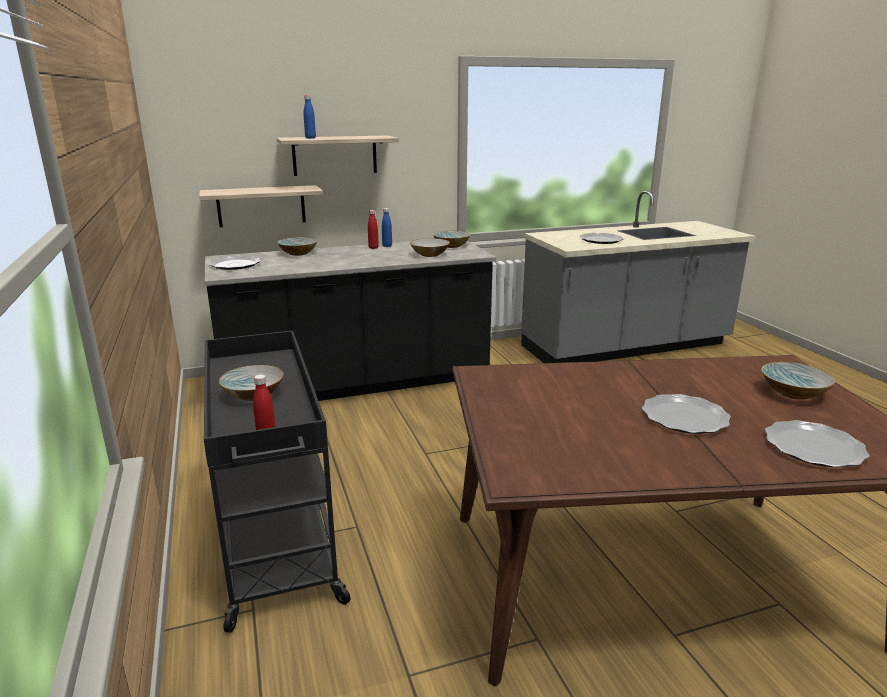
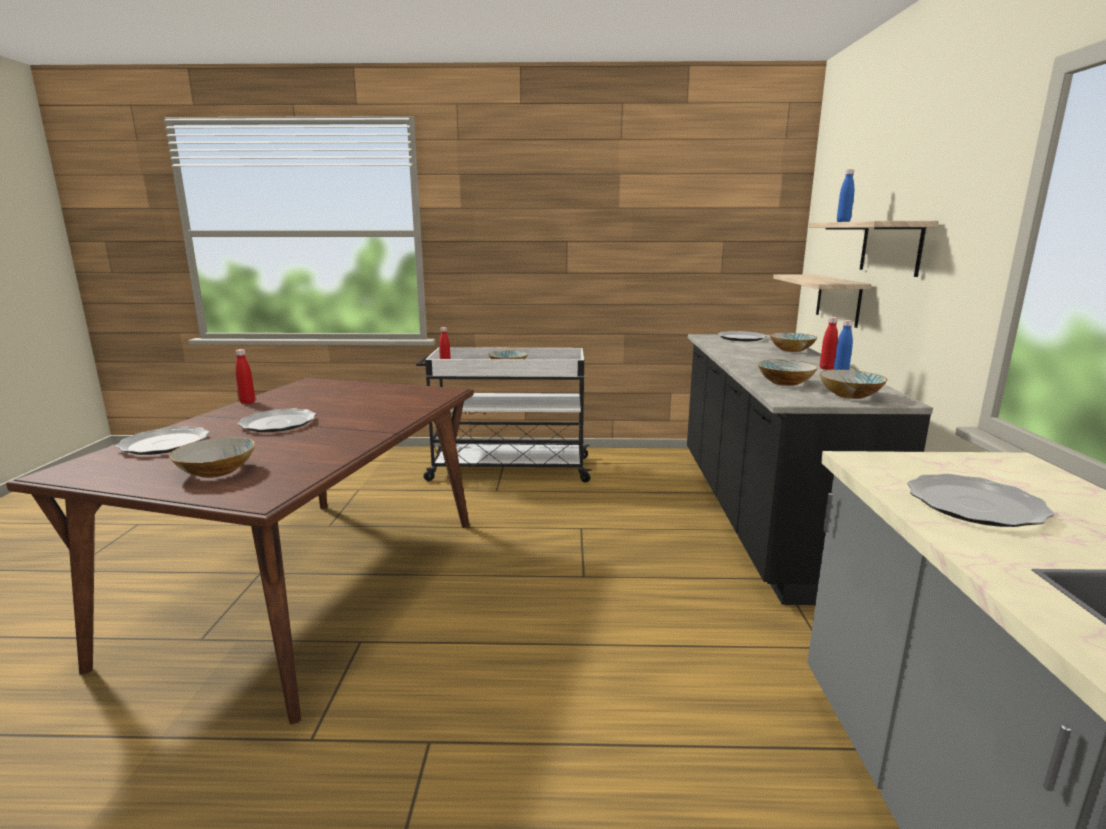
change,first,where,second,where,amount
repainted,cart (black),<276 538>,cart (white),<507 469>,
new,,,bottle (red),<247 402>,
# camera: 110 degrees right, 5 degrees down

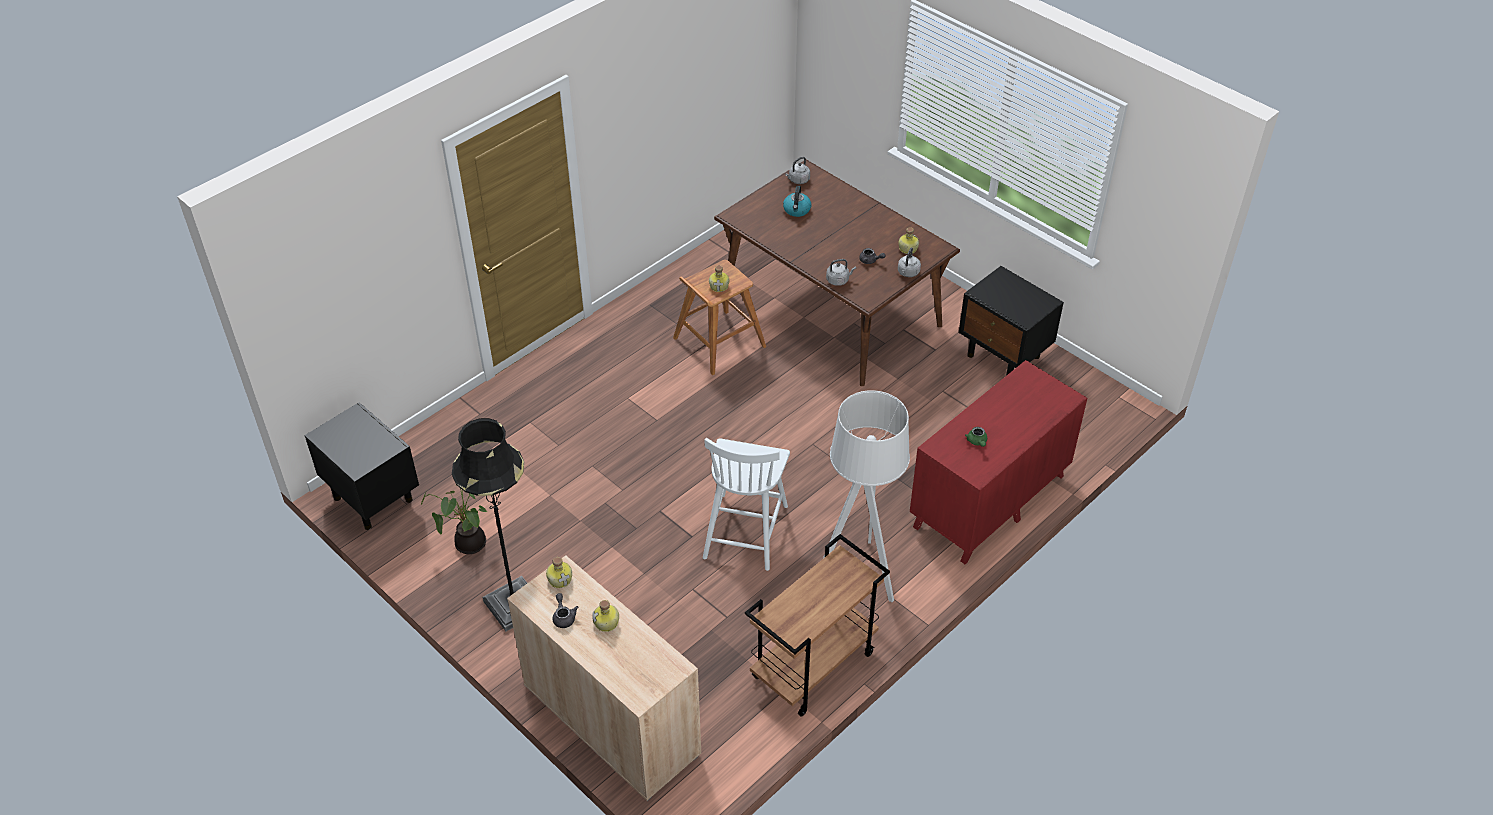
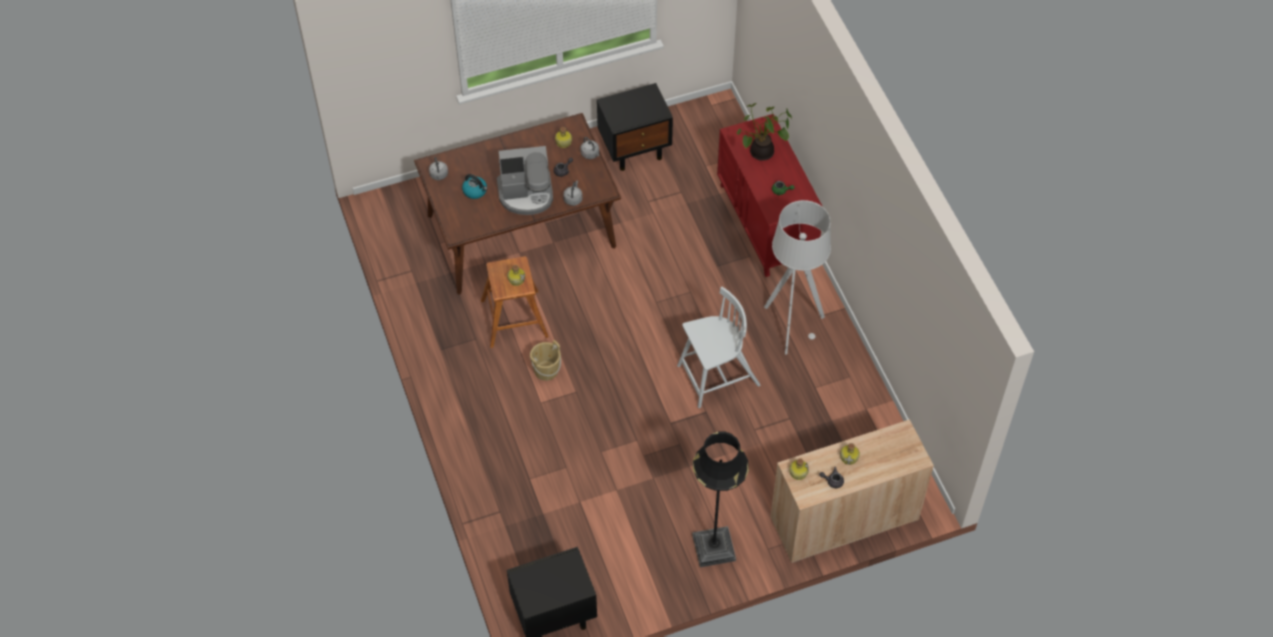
change,first,where,second,where,amount
rotated,chair (white),<745 530>,,<717 376>,60 degrees counterclockwise
shifted,potted plant,<467 544>,,<761 154>,
gone,cart (brown),<813 667>,,,
new,,,coffee machine,<526 194>,
new,,,bucket (beige),<546 370>,
# camera: 65 degrees left, 10 degrees up

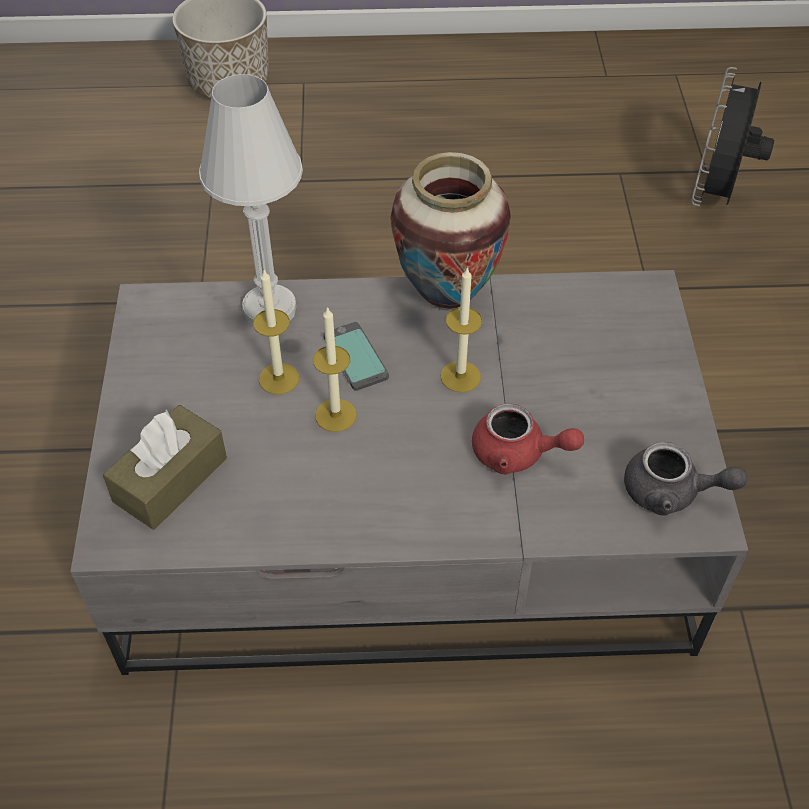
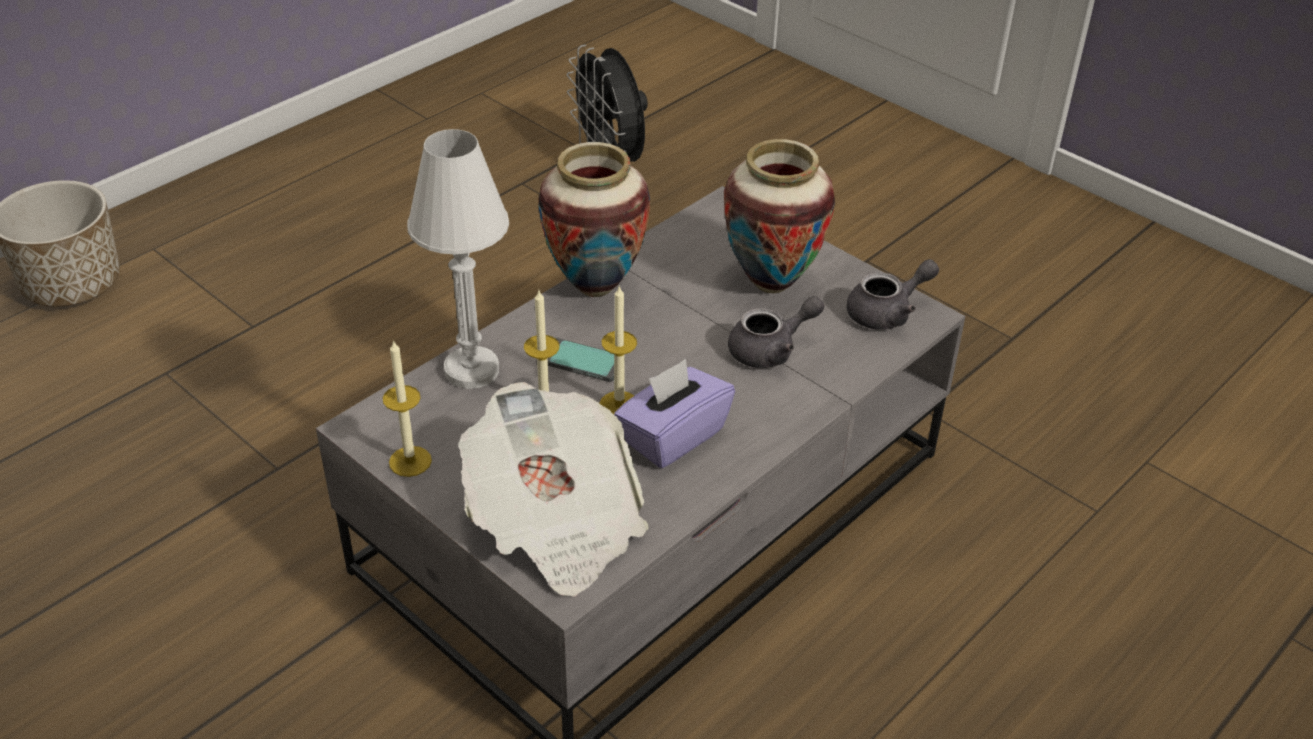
change,first,where,second,where,amount
shifted,candle,<460 376>,,<410 461>,
repainted,teapot (red),<518 454>,teapot (grey),<771 350>,
swapped,tissue box (brown),<170 480>,newspaper,<556 522>,
new,,,vase,<770 283>,
new,,,tissue box (purple),<672 436>,
# camera: 45 degrees left, 10 degrees down

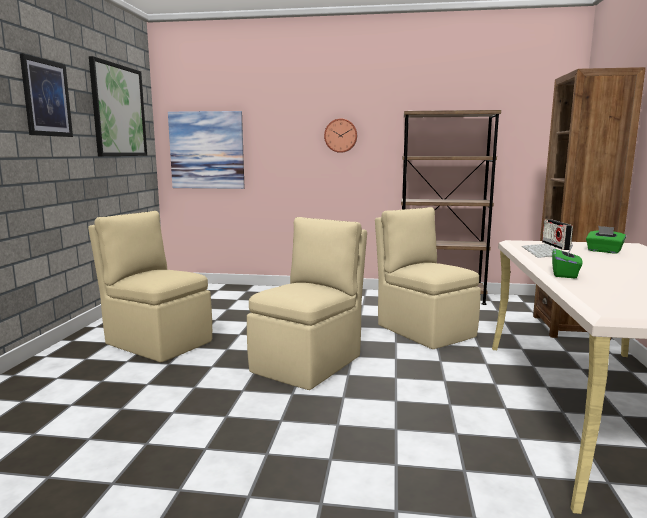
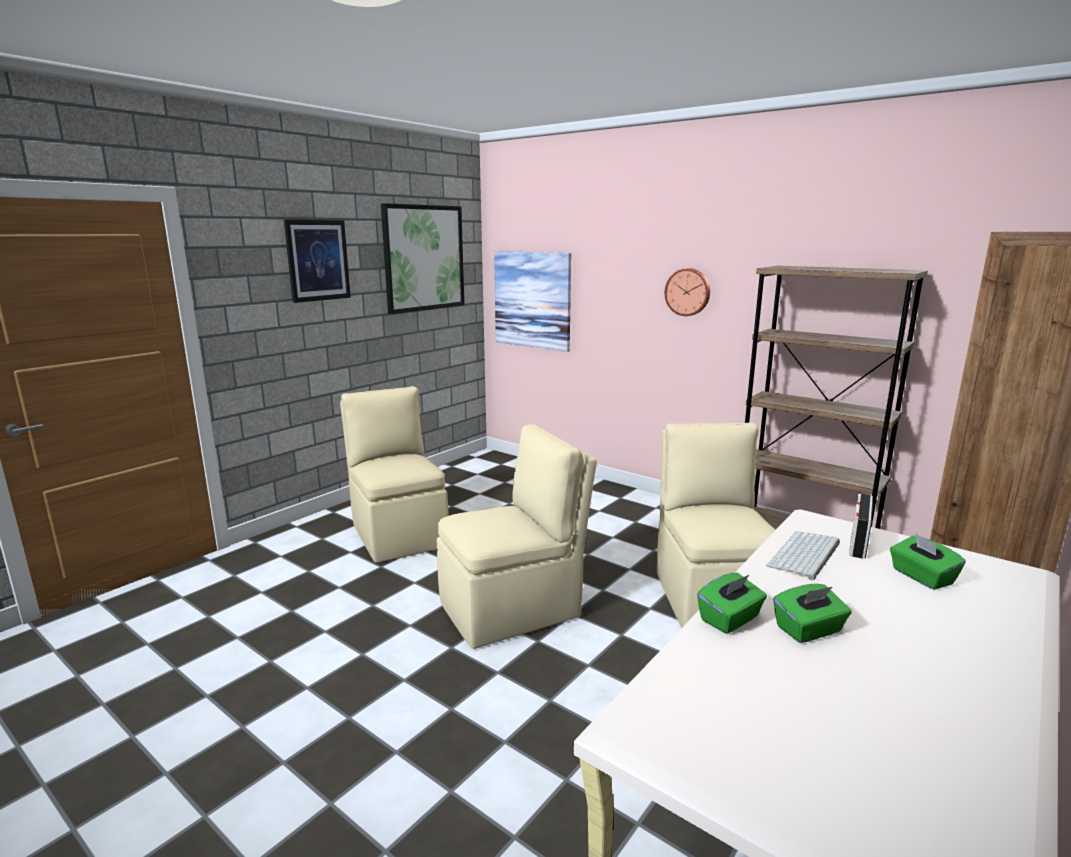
change,first,where,second,where,amount
new,,,tissue box (green),<809 630>,
# camera: 30 degrees right, 5 degrees up

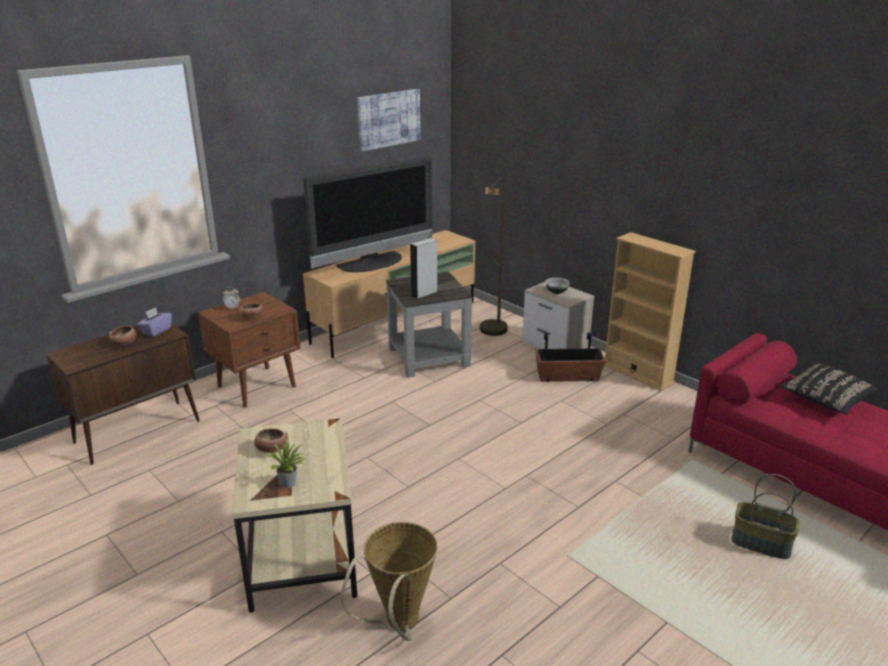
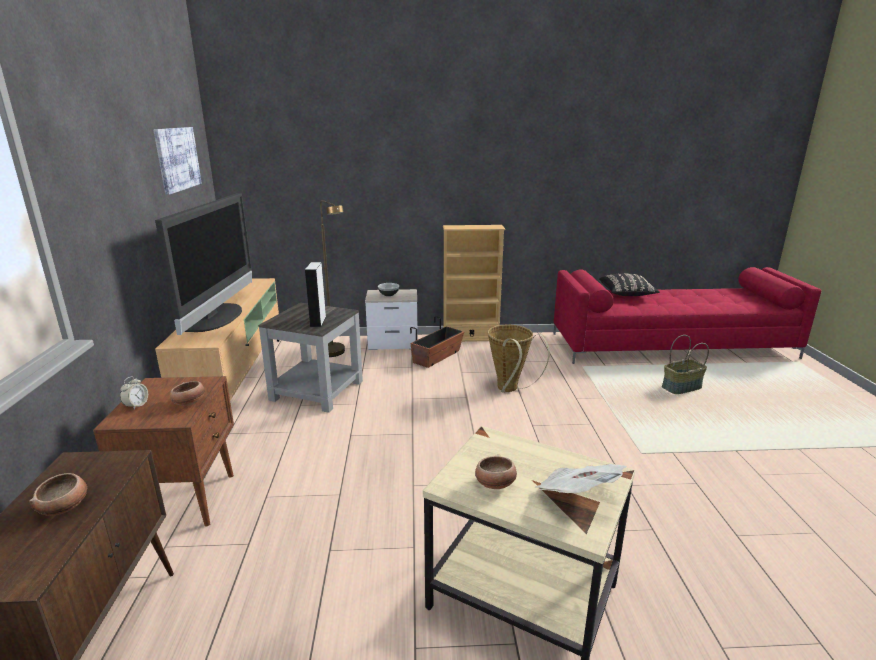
change,first,where,second,where,amount
gone,tissue box (purple),<156 331>,,,
swapped,potted plant,<290 484>,newspaper,<576 495>,
shifted,basket,<398 625>,,<510 390>,
# camera: 50 degrees left, 5 degrees down

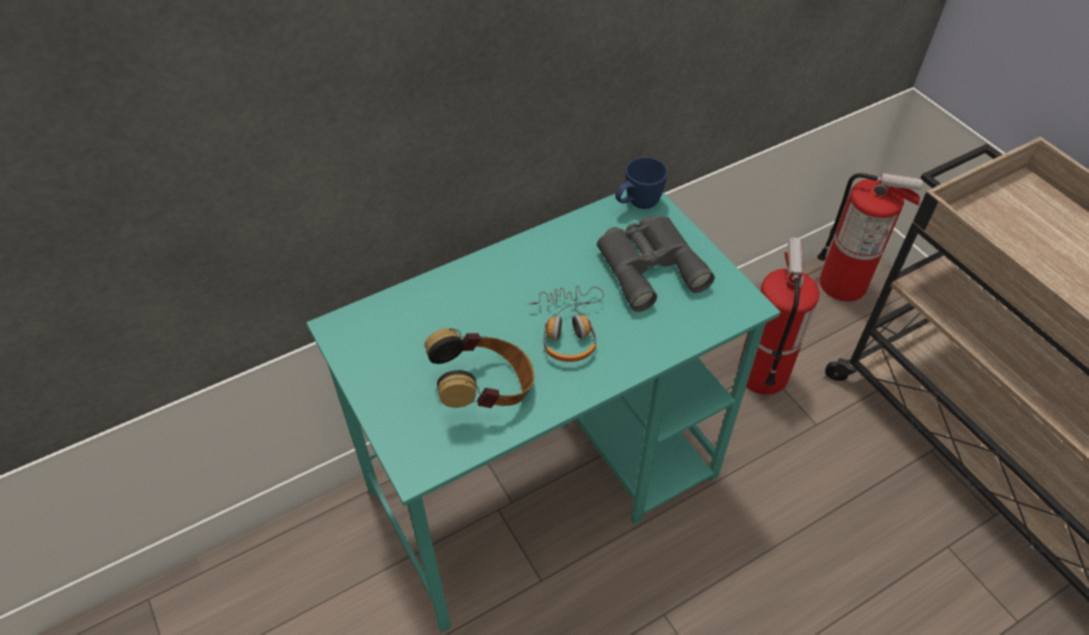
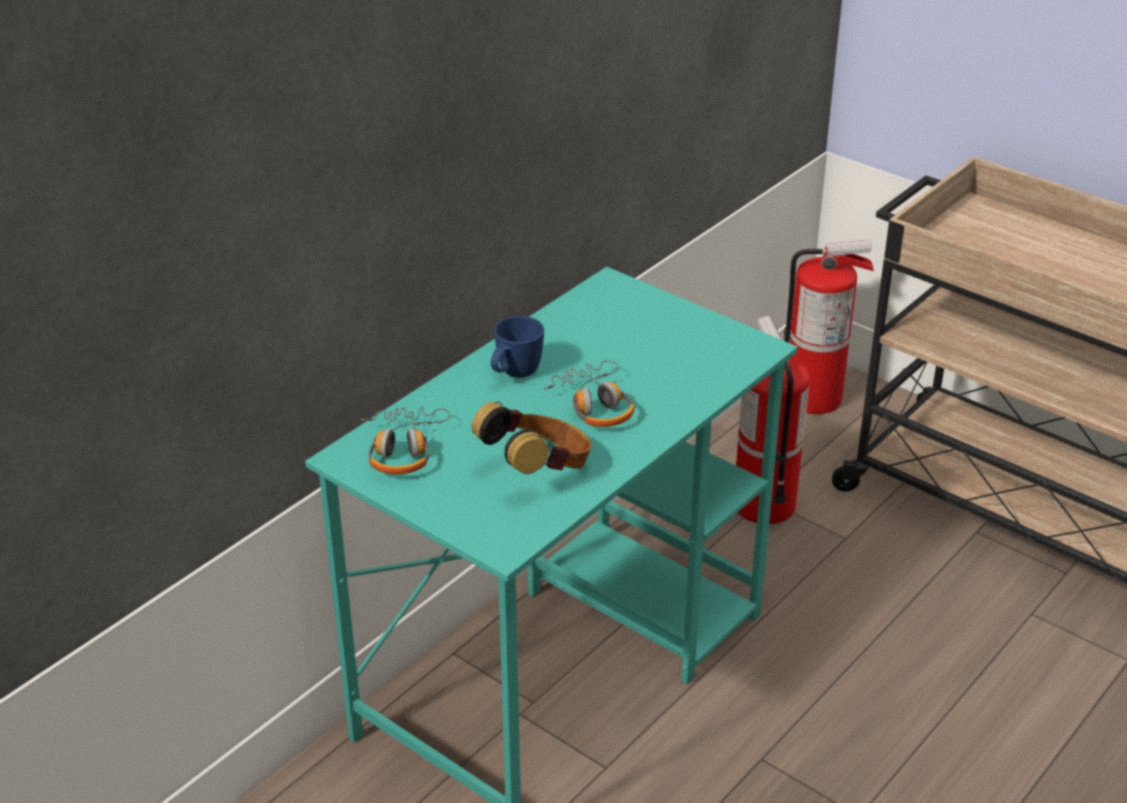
change,first,where,second,where,amount
shifted,mug (blue),<637 205>,,<514 375>,
gone,binoculars (grey),<649 265>,,,
new,,,headphones,<403 449>,
# camera: 20 degrees left, 15 degrees down

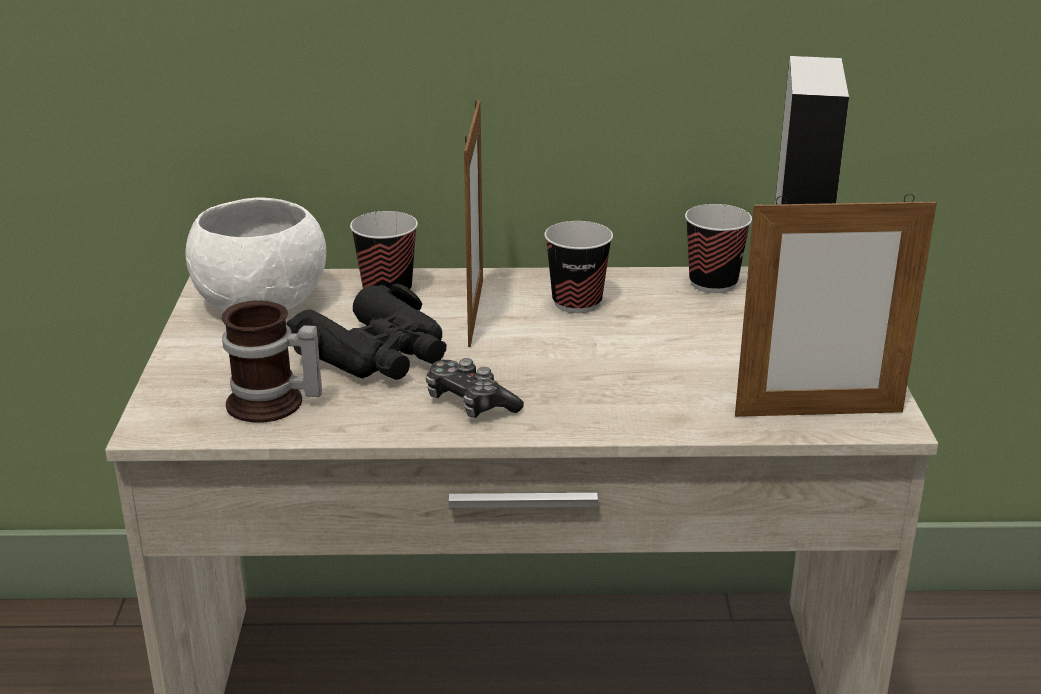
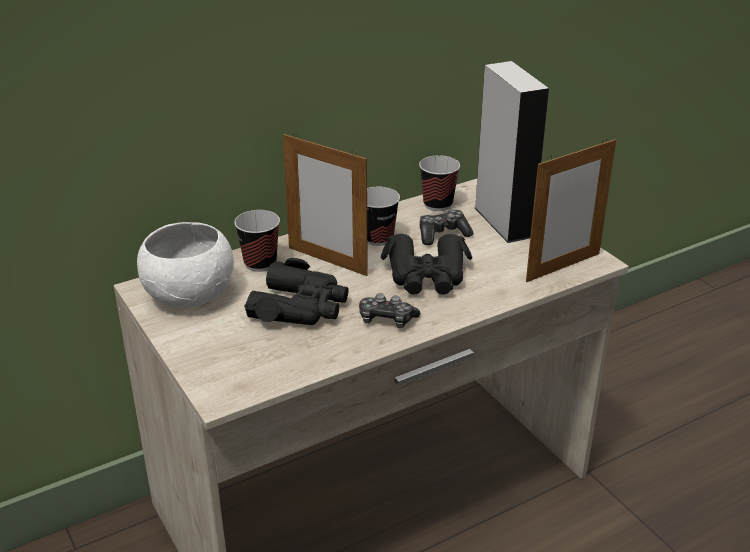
change,first,where,second,where,amount
rotated,picture frame,<475 312>,,<327 261>,150 degrees clockwise
gone,mug,<271 405>,,,
new,,,game controller,<442 234>,
new,,,binoculars (black),<426 275>,
# camera: 30 degrees left, 5 degrees up

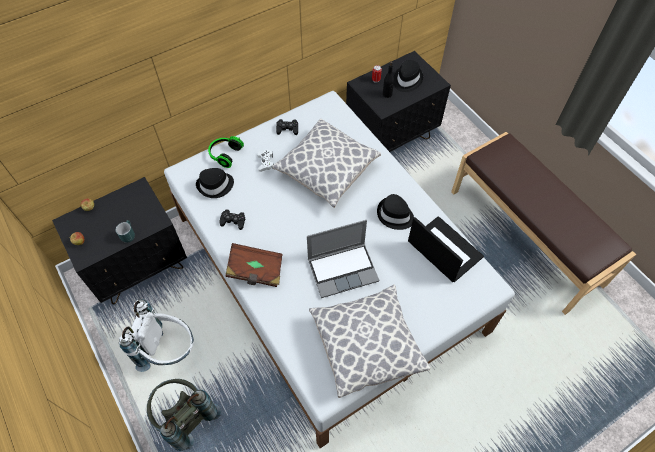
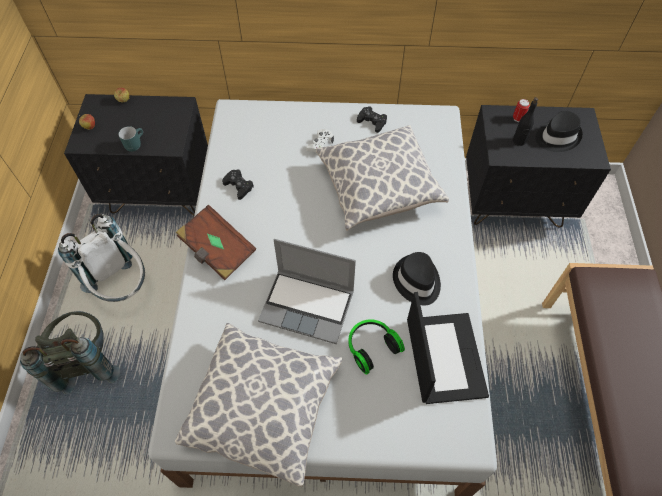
change,first,where,second,where,amount
shifted,headphones,<224 154>,,<371 347>,
gone,hat (black),<215 186>,,,
# camera: 35 degrees right, 0 degrees up

